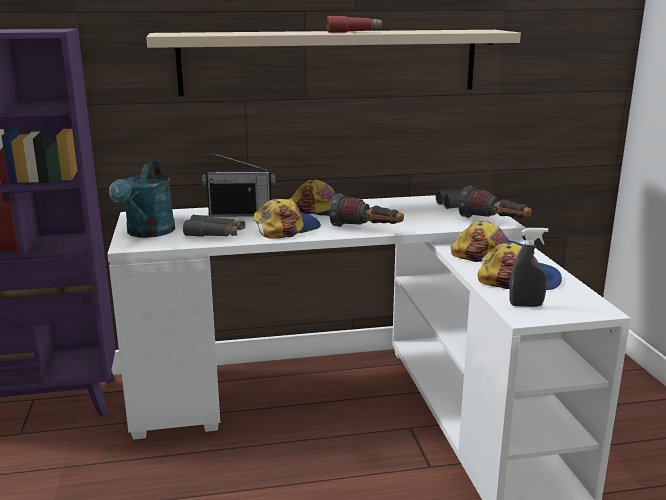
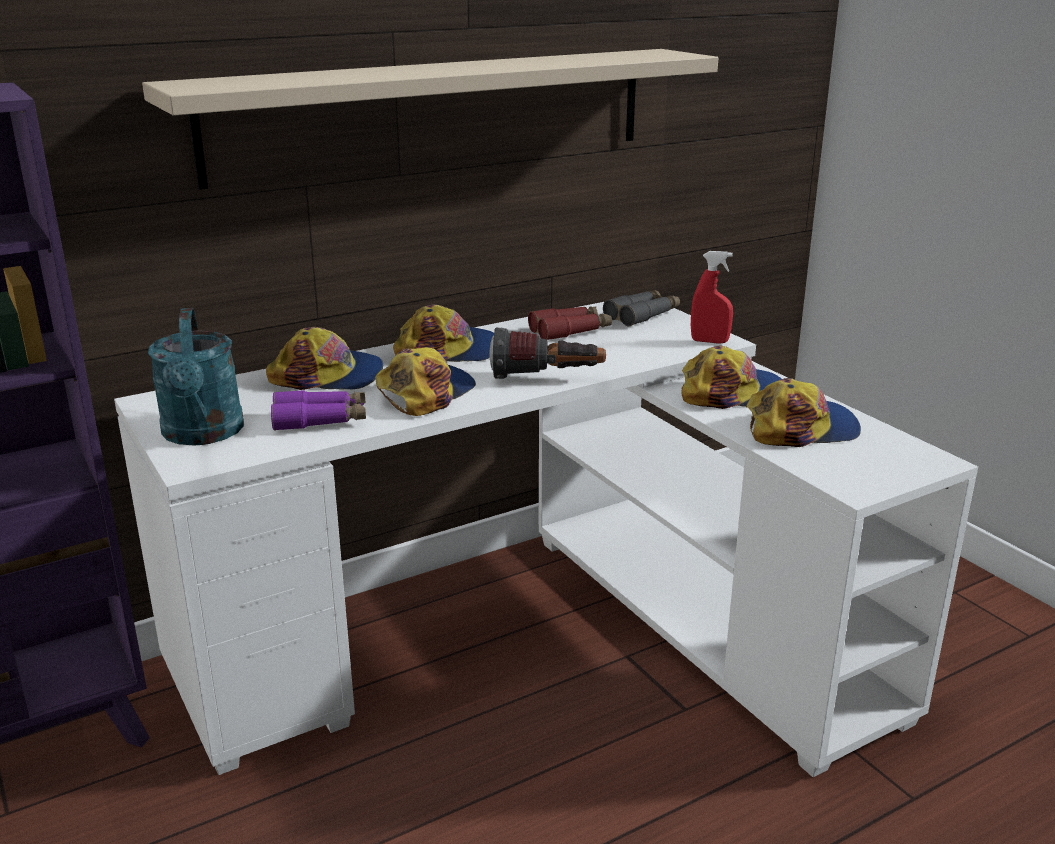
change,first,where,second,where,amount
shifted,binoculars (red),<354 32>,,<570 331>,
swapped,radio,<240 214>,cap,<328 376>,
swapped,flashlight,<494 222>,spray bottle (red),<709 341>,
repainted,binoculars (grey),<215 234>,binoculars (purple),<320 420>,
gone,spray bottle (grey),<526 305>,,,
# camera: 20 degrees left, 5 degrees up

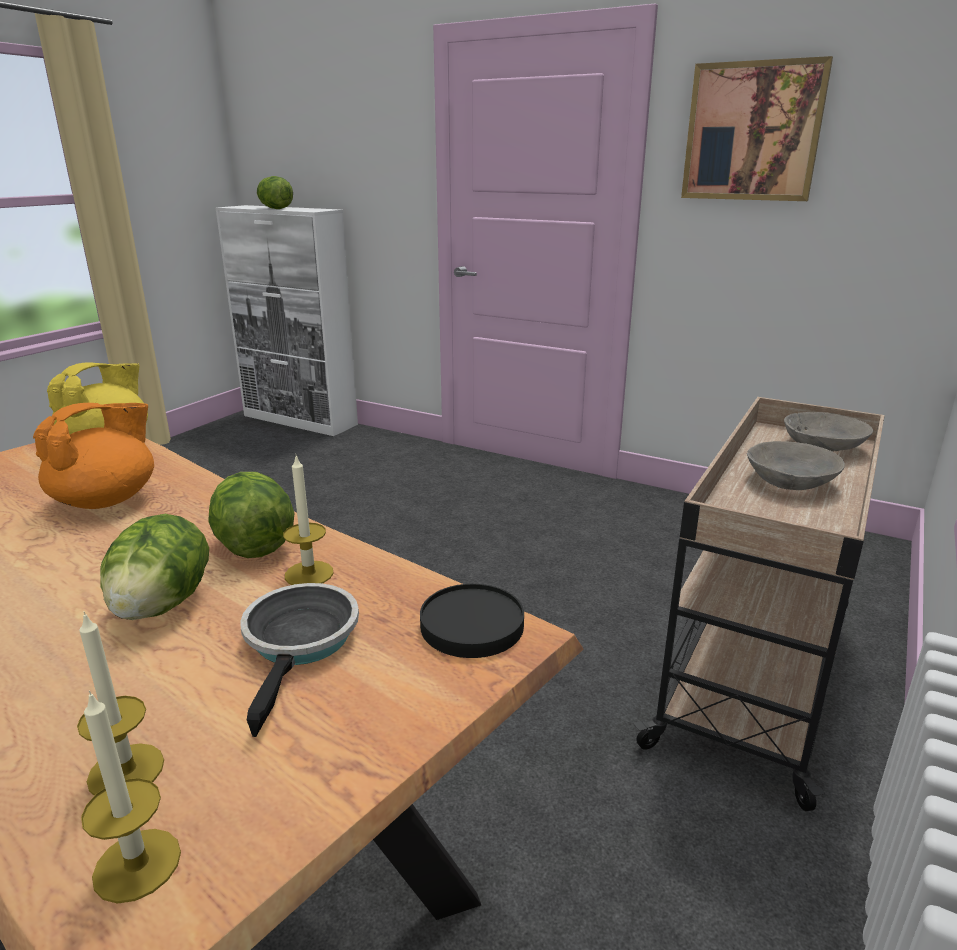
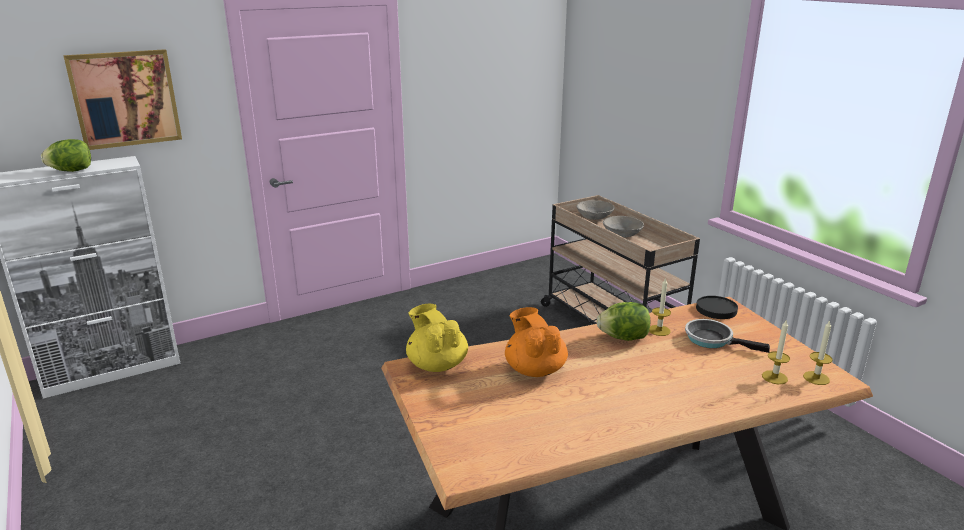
change,first,where,second,where,amount
shifted,picture,<752 132>,,<125 99>,
gone,lettuce,<162 605>,,,
# camera: 60 degrees left, 0 degrees up

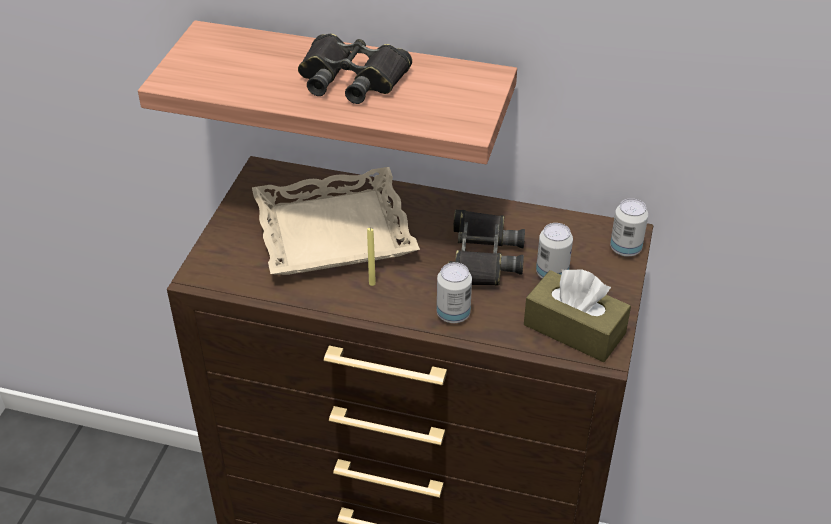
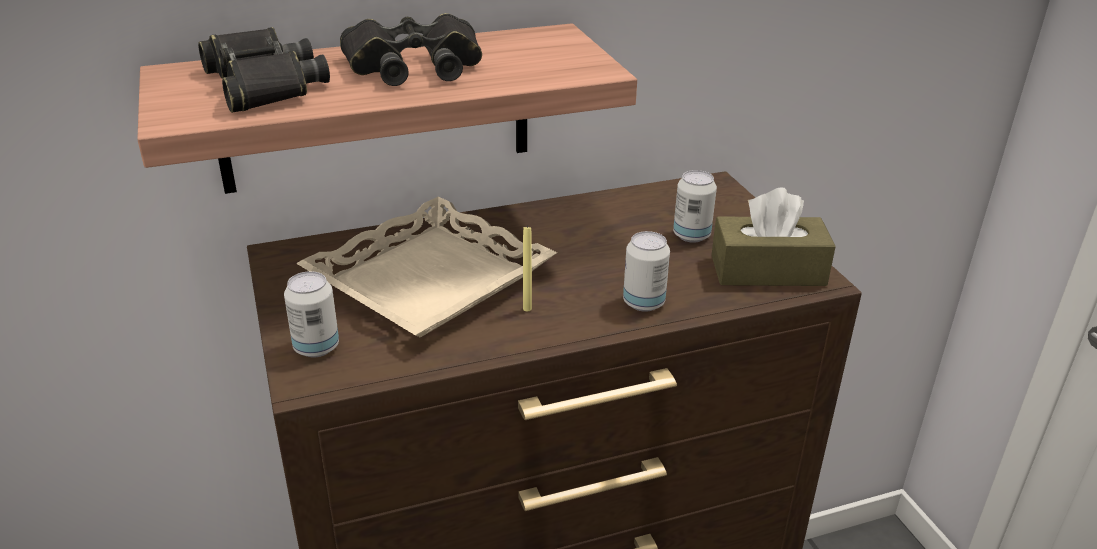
change,first,where,second,where,amount
shifted,can,<625 249>,,<316 347>,
shifted,binoculars (black),<482 257>,,<263 84>,
# camera: 35 degrees left, 10 degrees down

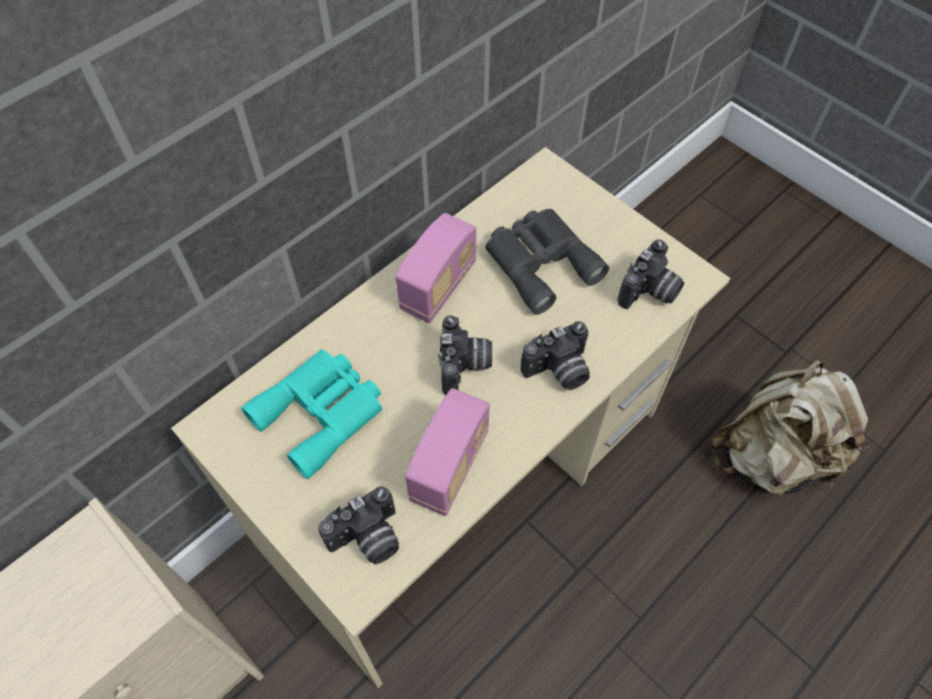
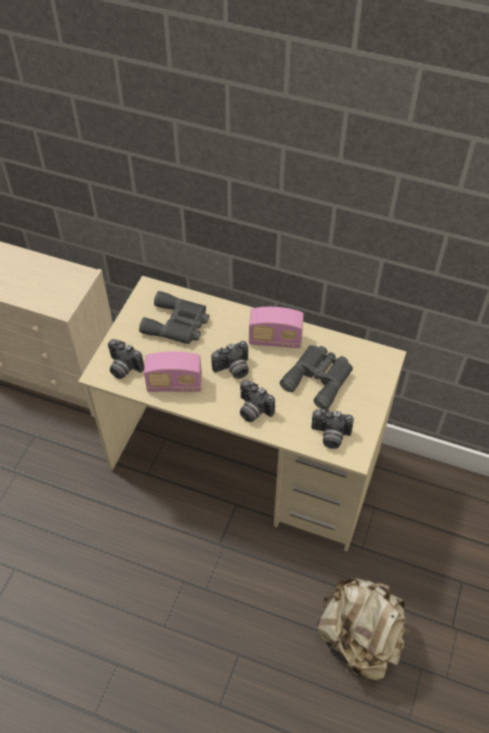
change,first,where,second,where,amount
repainted,binoculars (turquoise),<322 412>,binoculars (grey),<177 324>,
# camera: 65 degrees right, 5 degrees down

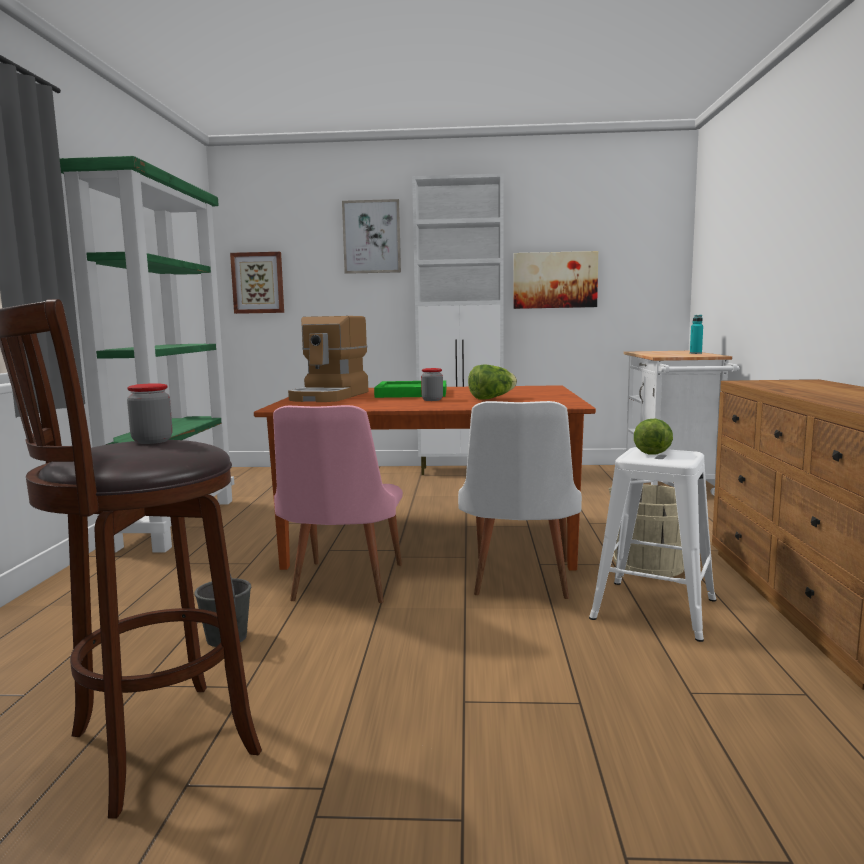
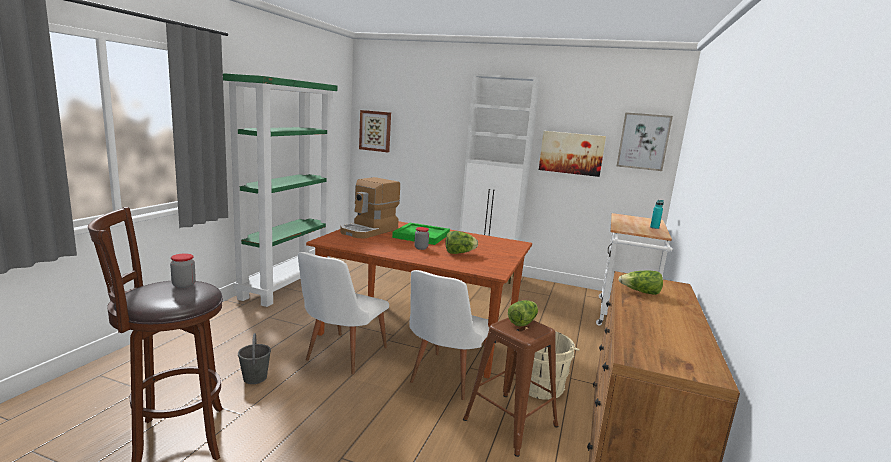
change,first,where,second,where,amount
shifted,picture,<371 237>,,<643 141>,
repainted,chair (pink),<342 586>,chair (white),<341 356>,
repainted,stool (white),<653 608>,stool (brown),<510 421>,
new,,,lettuce,<640 292>,
# camera: 15 degrees right, 5 degrees up

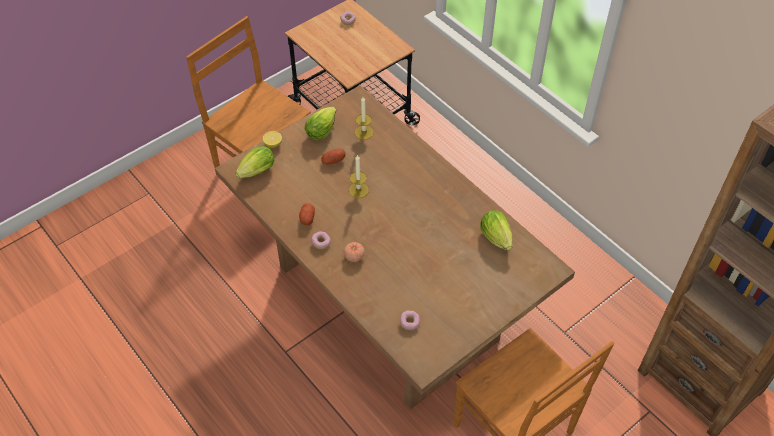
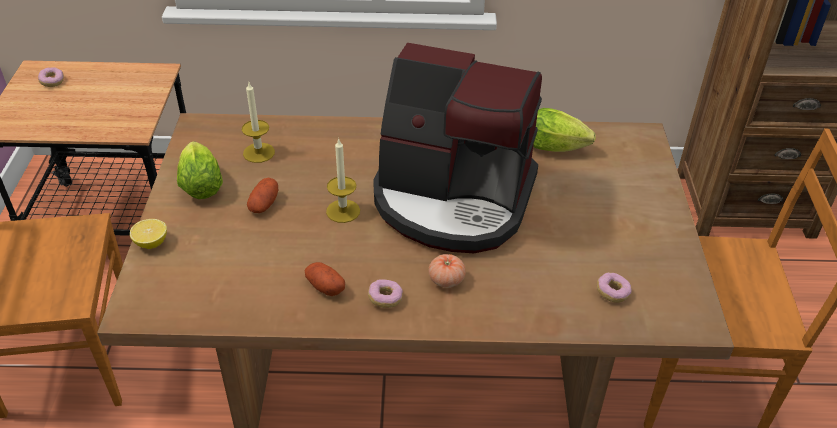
change,first,where,second,where,amount
gone,lettuce,<255 173>,,,
new,,,coffee machine,<453 199>,
# camera: 50 degrees left, 10 degrees down

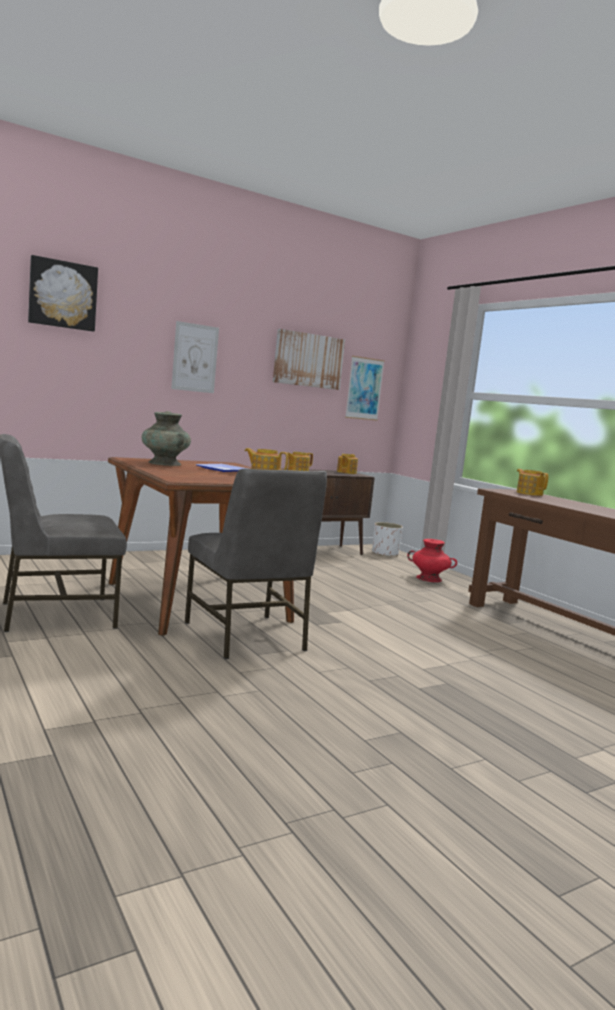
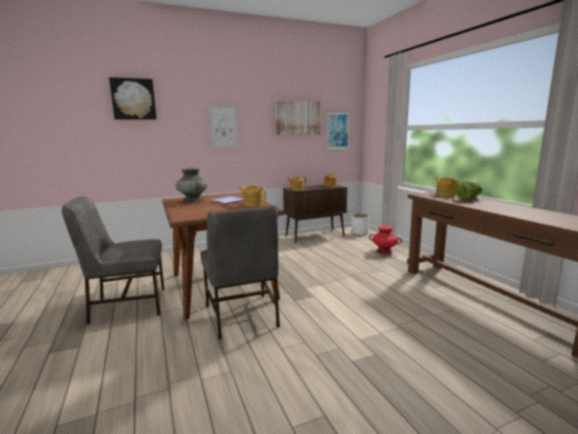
change,first,where,second,where,amount
new,,,lettuce,<468 199>,
# camera: 10 degrees right, 5 degrees up

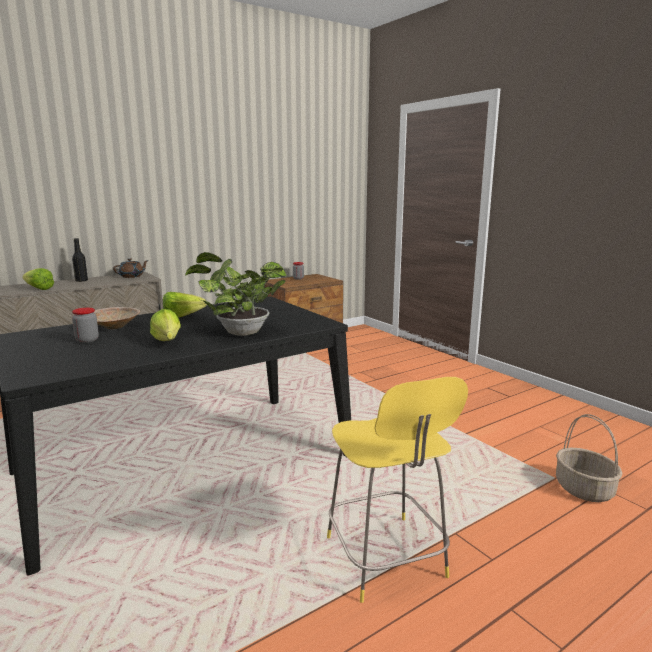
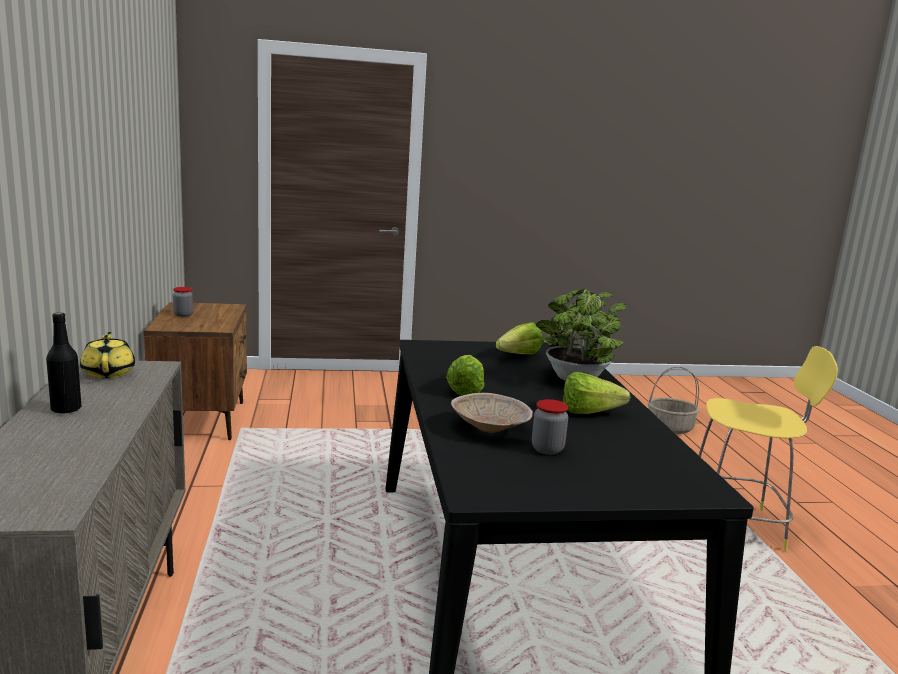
change,first,where,second,where,amount
repainted,teapot (brown),<132 276>,teapot (yellow),<109 372>,
shifted,lettuce,<37 288>,,<514 356>,
# camera: 65 degrees left, 0 degrees up

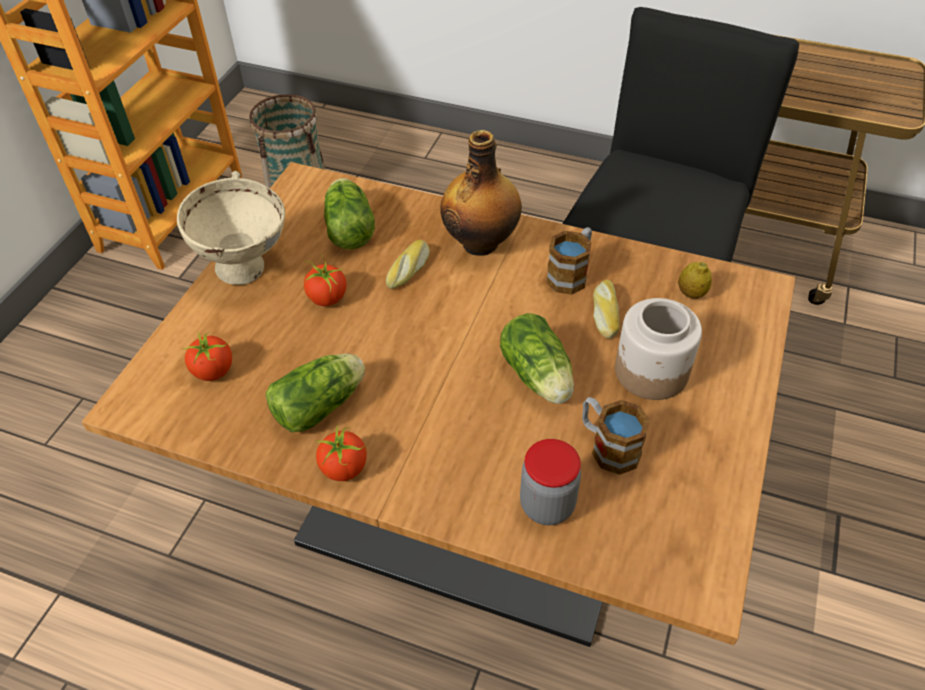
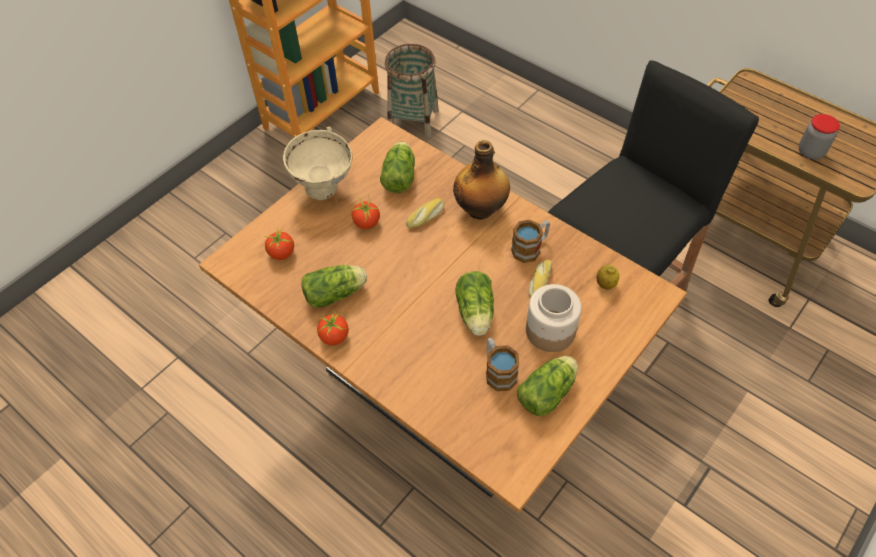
change,first,where,second,where,amount
shifted,jar,<547 505>,,<810 152>,
new,,,lettuce,<548 392>,
# camera: 20 degrees right, 5 degrees up

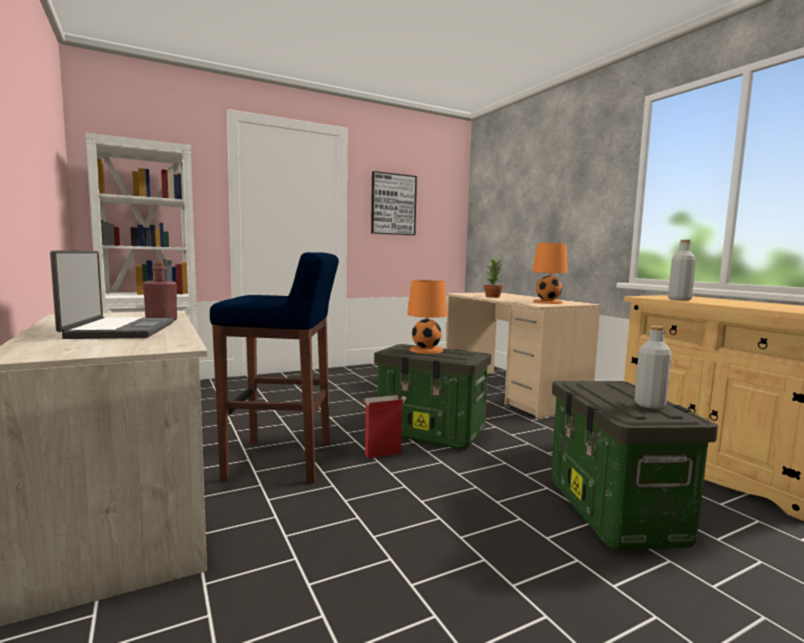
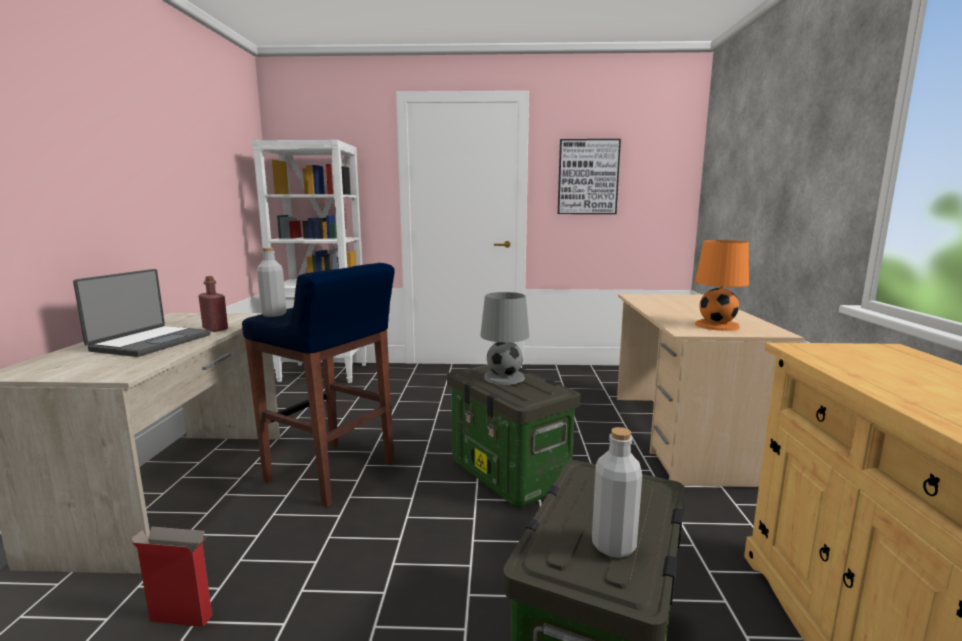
change,first,where,second,where,amount
shifted,bottle (grey),<679 299>,,<274 314>,
gone,potted plant,<493 297>,,,
repainted,table lamp (orange),<425 350>,table lamp (grey),<503 377>,
shifted,cardboard box,<383 454>,,<182 618>,
# camera: 30 degrees right, 5 degrees up

